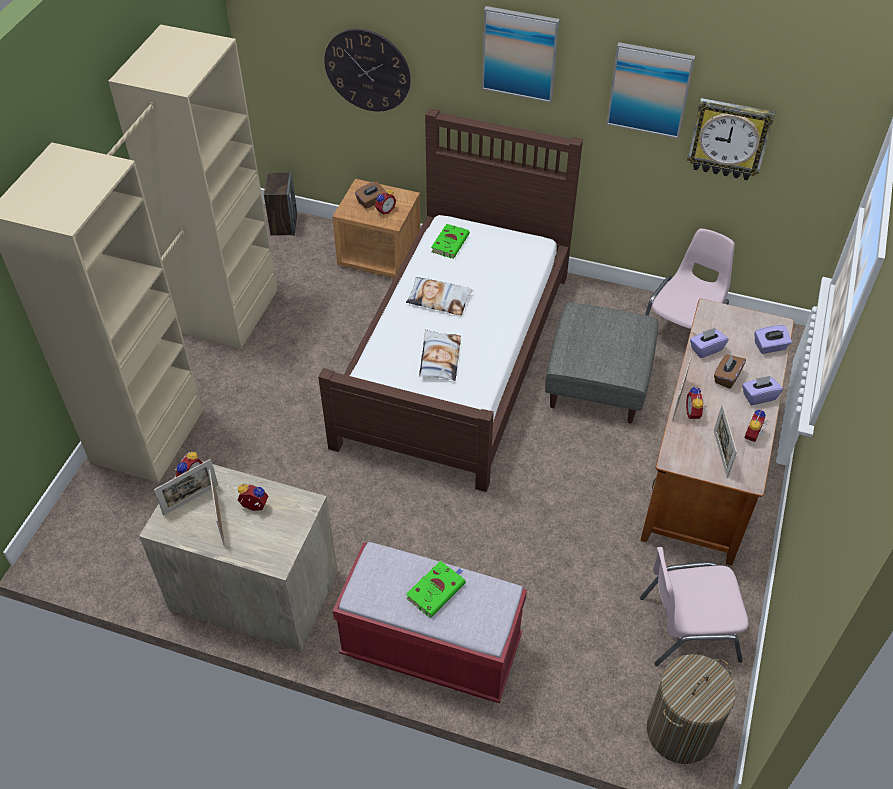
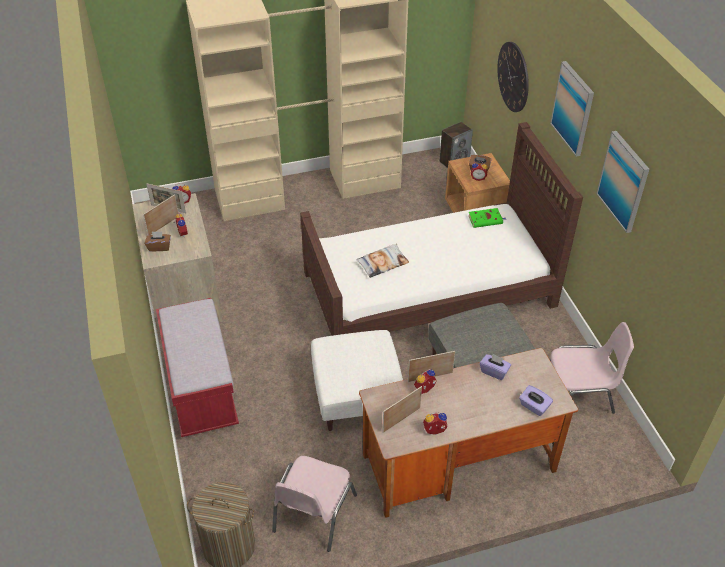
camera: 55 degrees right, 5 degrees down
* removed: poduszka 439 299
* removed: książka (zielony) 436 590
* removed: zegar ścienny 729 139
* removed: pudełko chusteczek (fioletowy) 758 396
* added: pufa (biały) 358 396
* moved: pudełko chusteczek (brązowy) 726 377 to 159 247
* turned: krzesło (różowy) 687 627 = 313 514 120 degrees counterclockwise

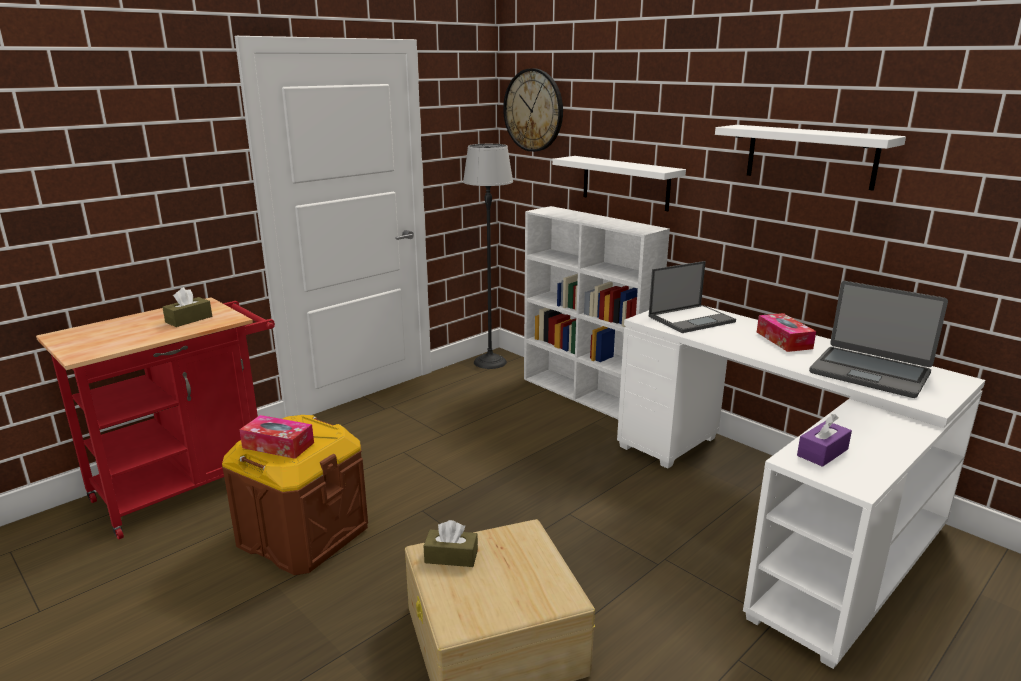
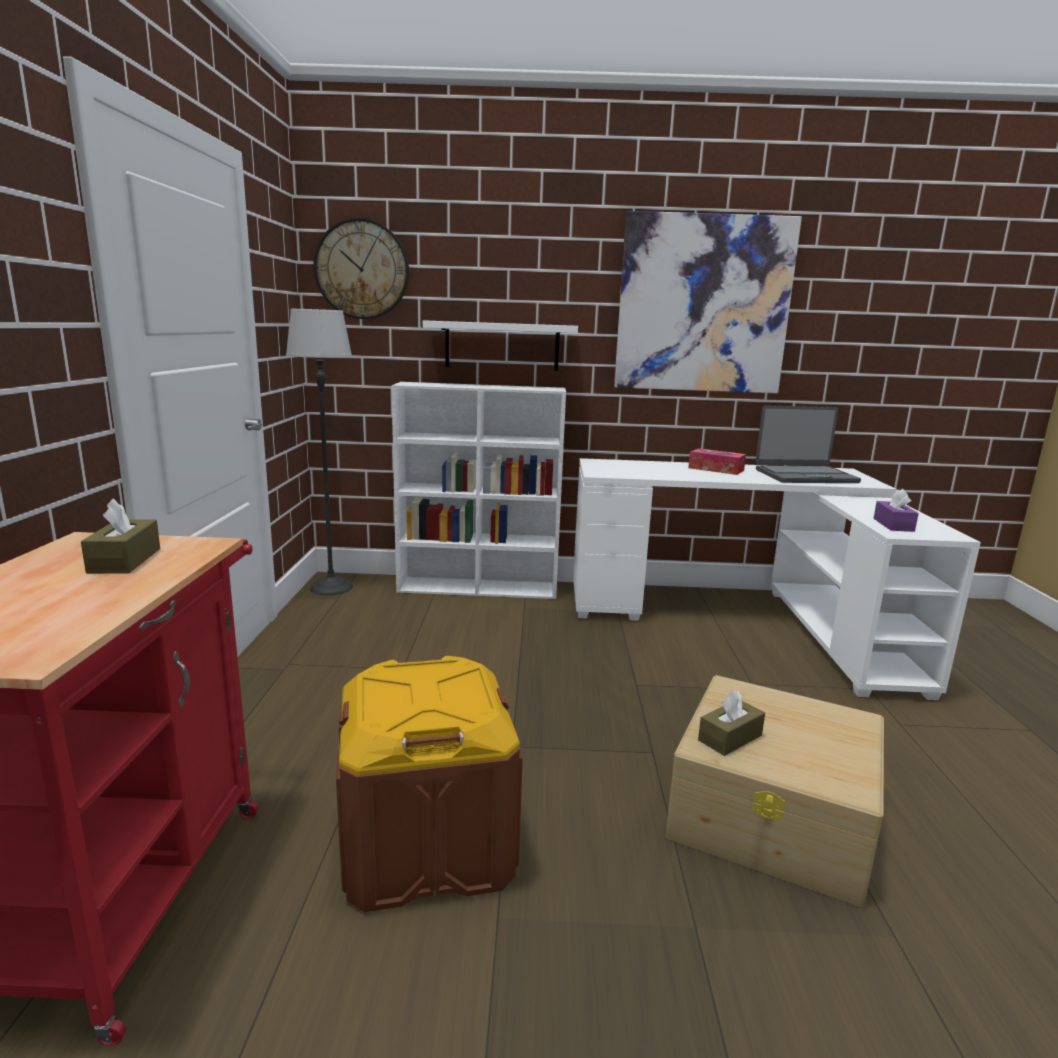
camera: 45 degrees left, 5 degrees down
* removed: pudełko chusteczek 278 445
* removed: laptop 692 319
* replaced: półka (biały) 810 156 to obraz 703 305

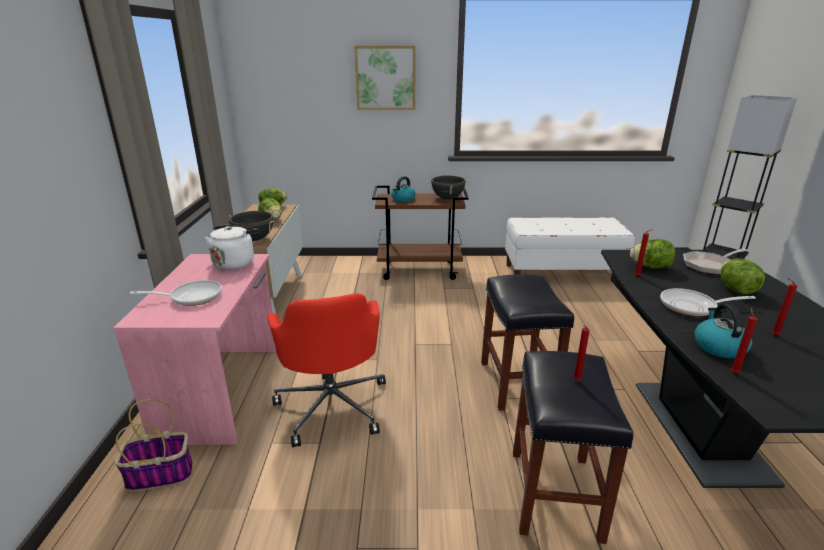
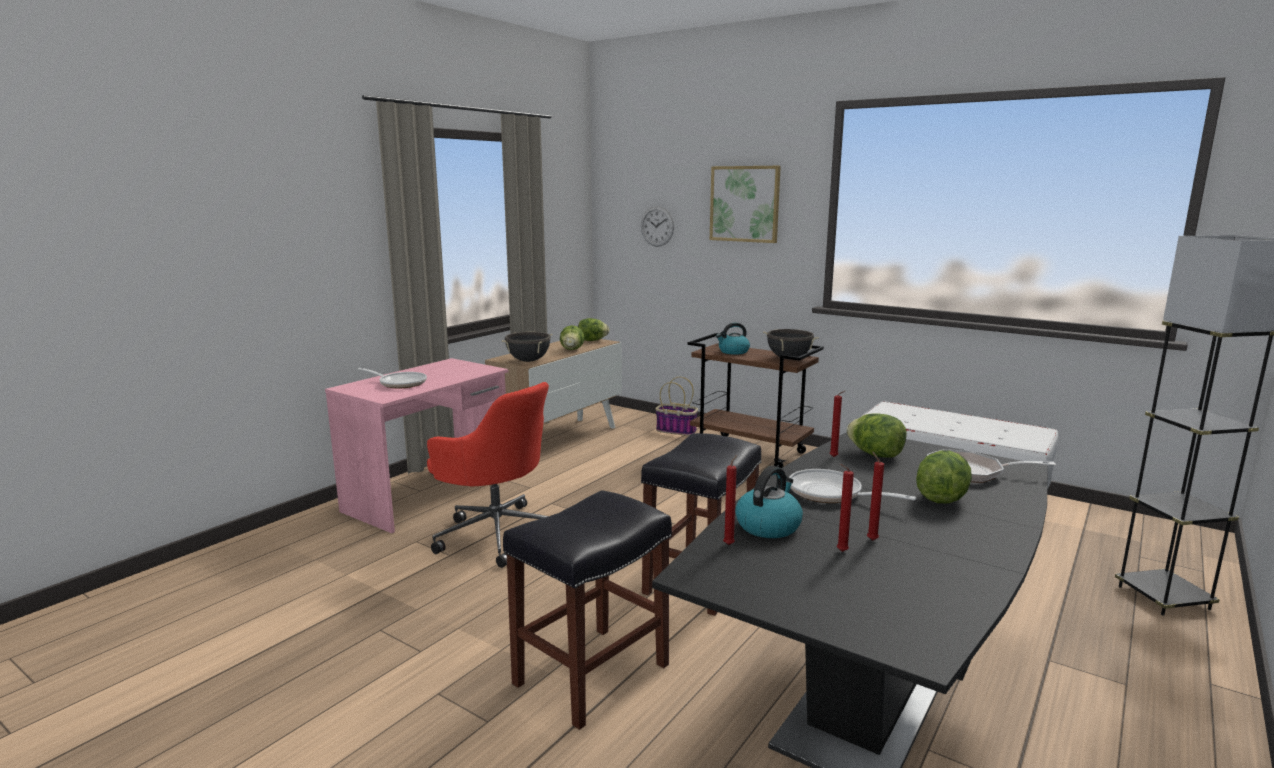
camera: 35 degrees right, 10 degrees down
* removed: czajnik (biały) 235 263
* added: zegar ścienny 657 226
* moved: koszyk 161 474 to 677 430
* moved: świeca (czerwony) 576 381 to 840 551
* turned: krzesło biurowe (czerwony) 332 405 = 497 534 75 degrees counterclockwise

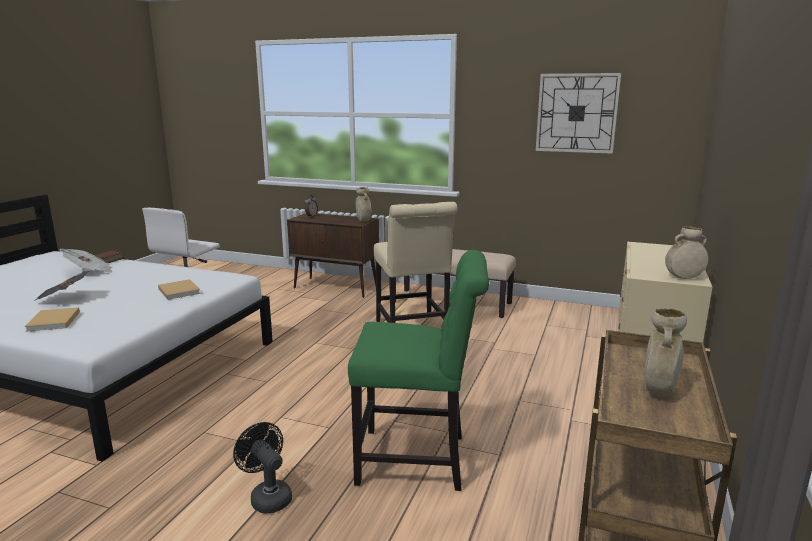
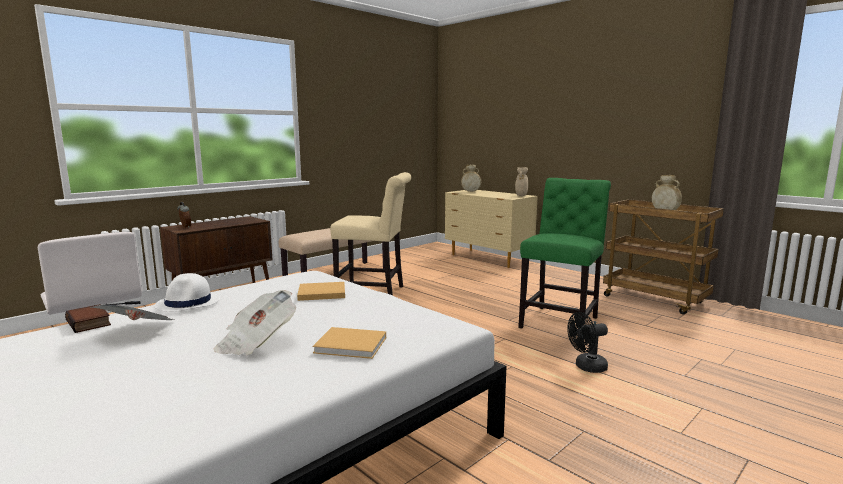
camera: 65 degrees left, 5 degrees down
* removed: zegar ścienny 576 113
* added: kapelusz (biały) 188 303
* moved: wazon (beżowy) 363 221 to 470 191

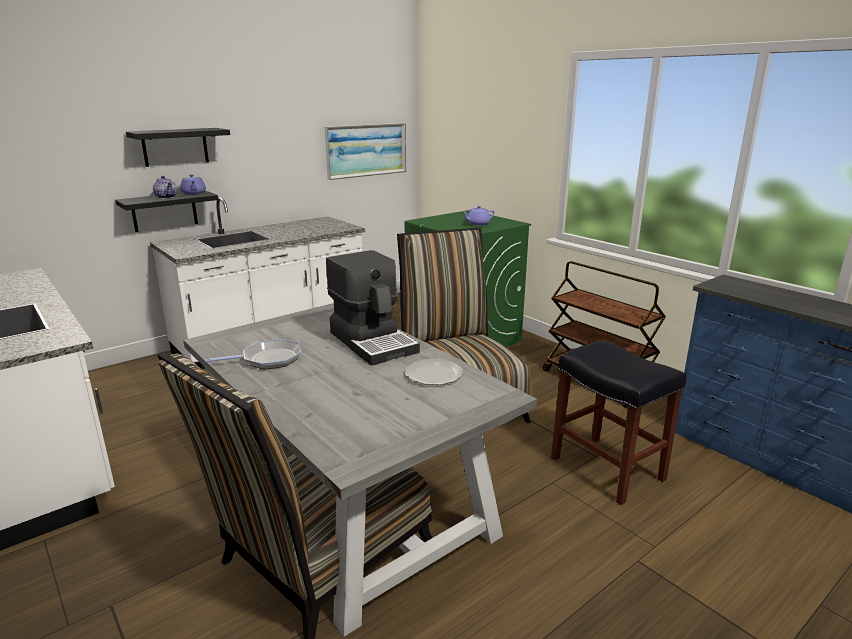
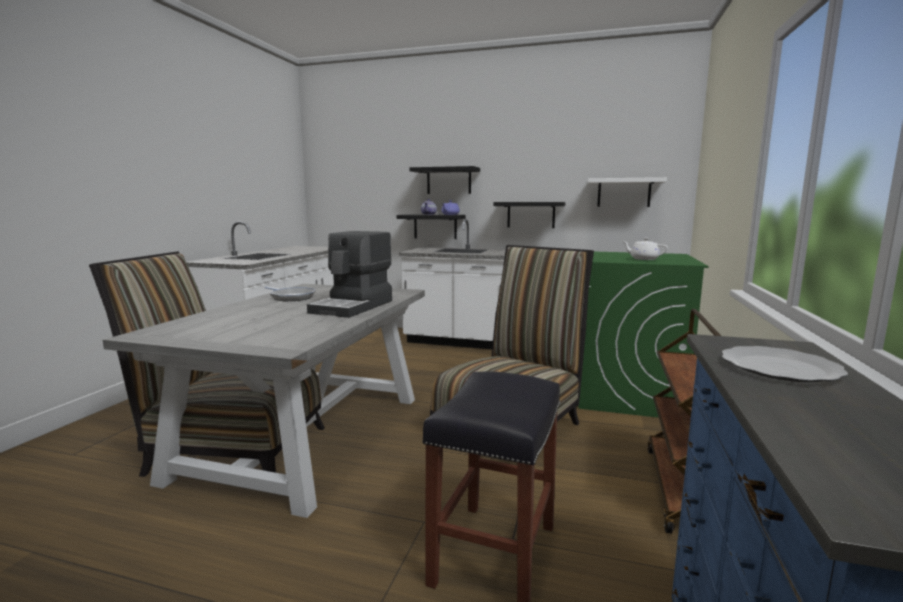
camera: 55 degrees right, 10 degrees down
* added: półka (czarny) 531 215
* moved: talerz 433 374 to 777 367
* replaced: obraz 366 150 to półka (biały) 624 193
* recoloured: imbryk (fioletowy) 477 224 to imbryk (biały) 643 259

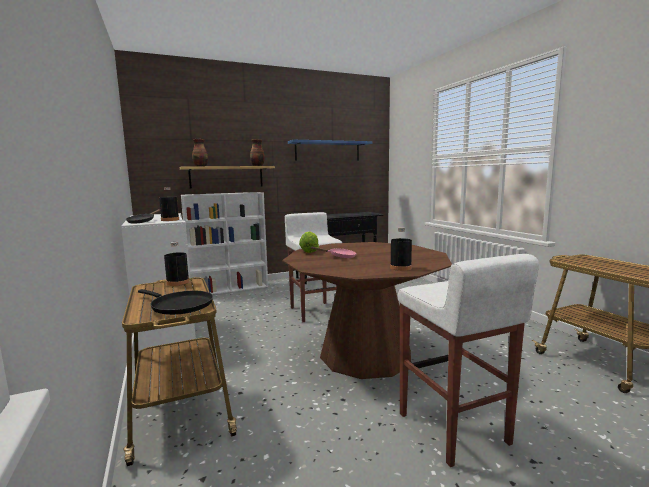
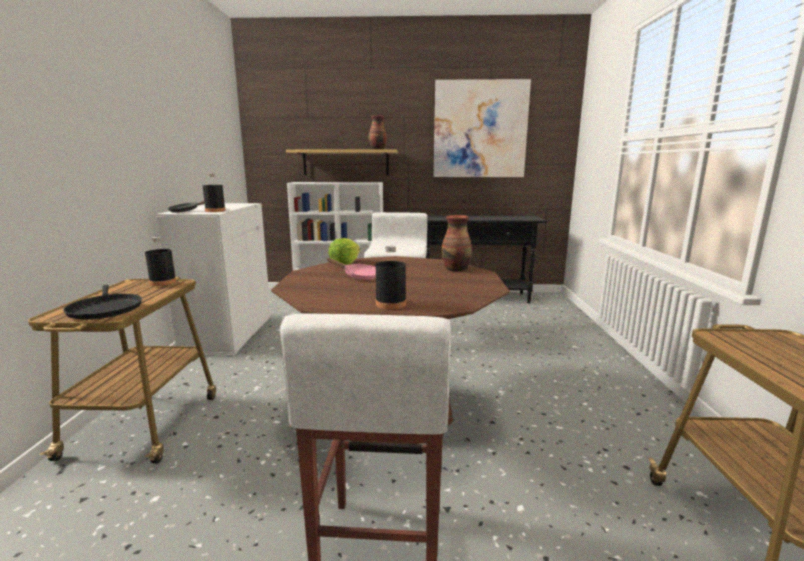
camera: 25 degrees right, 5 degrees up
* moved: wazon 201 166 to 456 269
* replaced: półka (niebieski) 327 151 to obraz 480 129

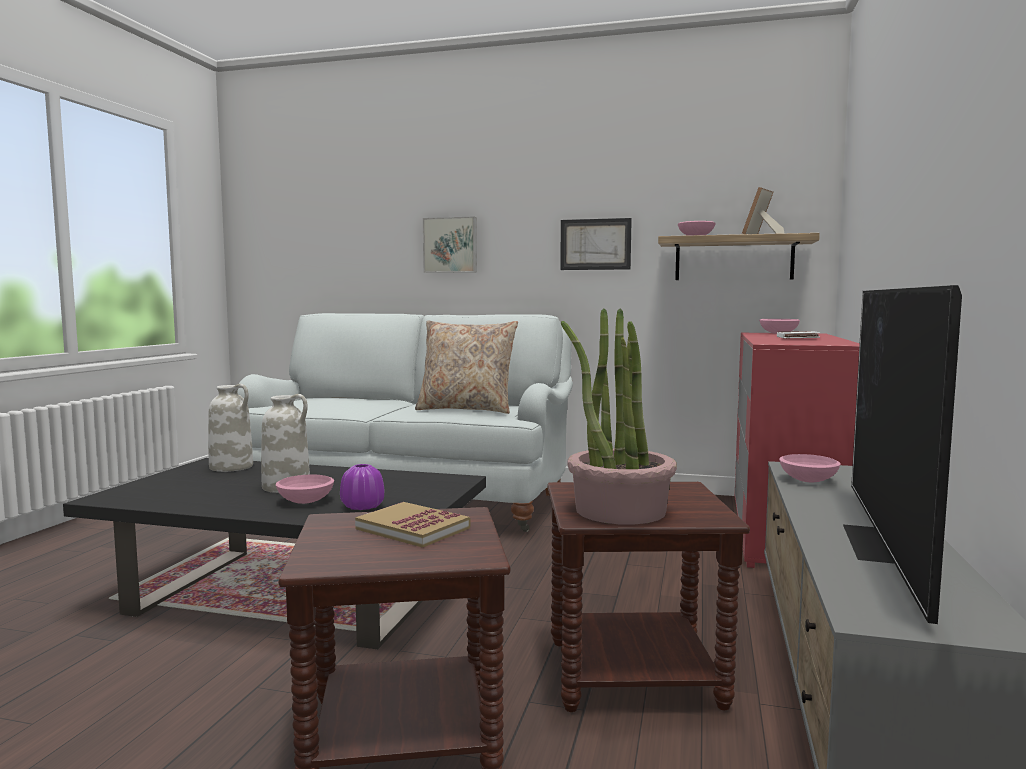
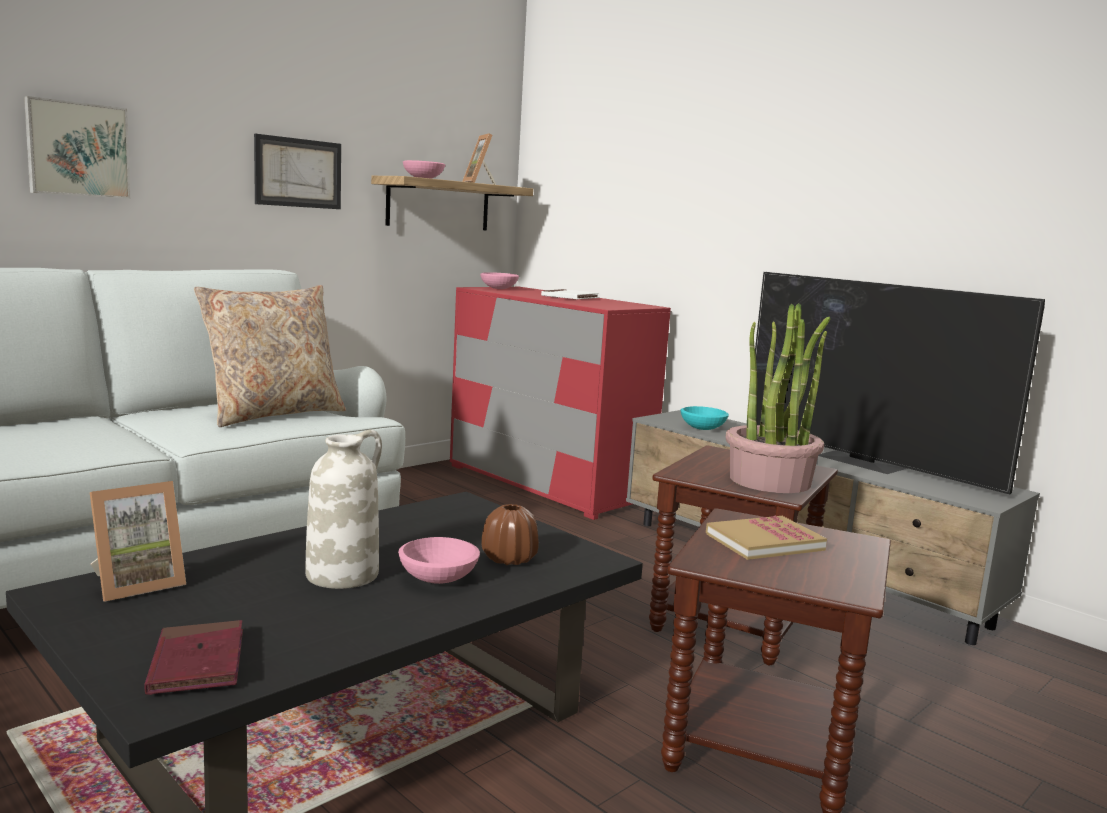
camera: 60 degrees left, 5 degrees up
* added: książka (czerwony) 197 663
* replaced: wazon (biały) 232 467 to ramka na zdjęcie 137 584
* recoloured: wazon (fioletowy) 362 507 to wazon (brązowy) 509 559
* recoloured: miska (różowy) 807 480 to miska (turkusowy) 702 428

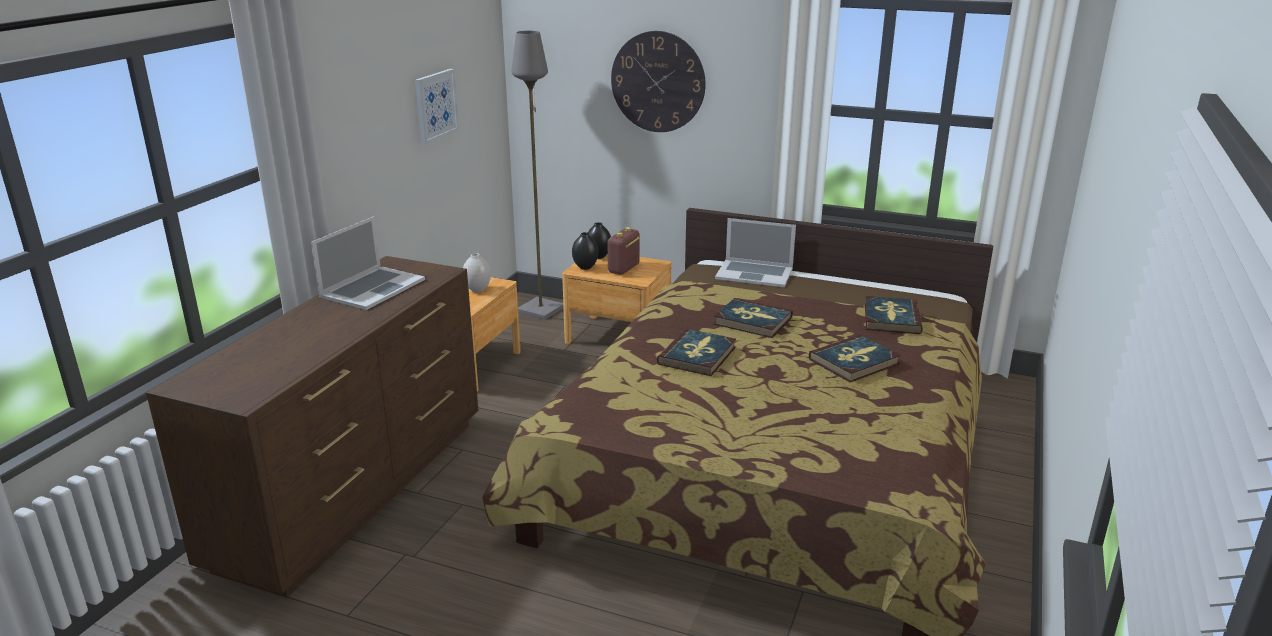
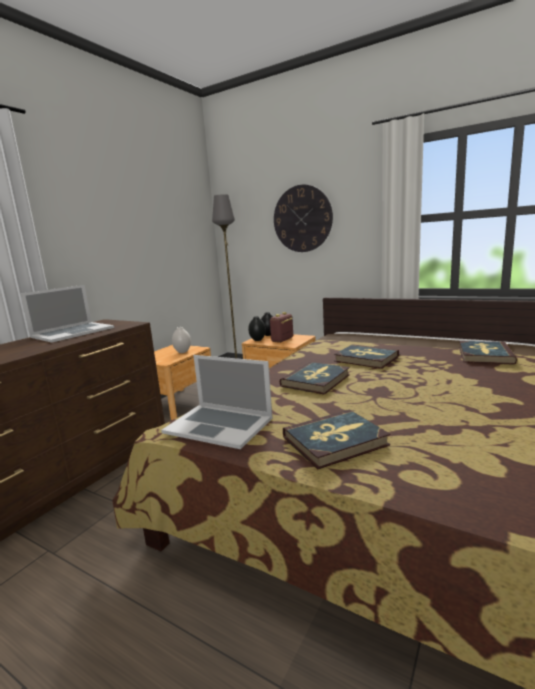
camera: 10 degrees right, 10 degrees down
* removed: obraz 435 106
* moved: laptop 754 273 to 219 425
* moved: książka 854 362 to 335 441

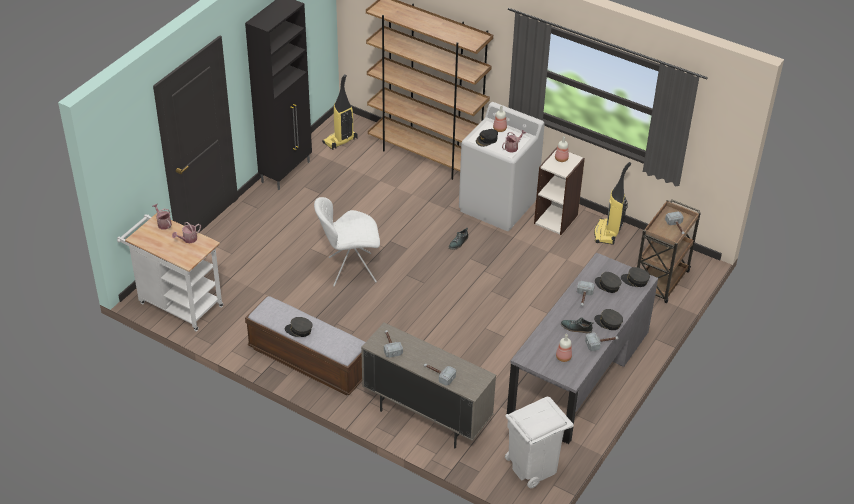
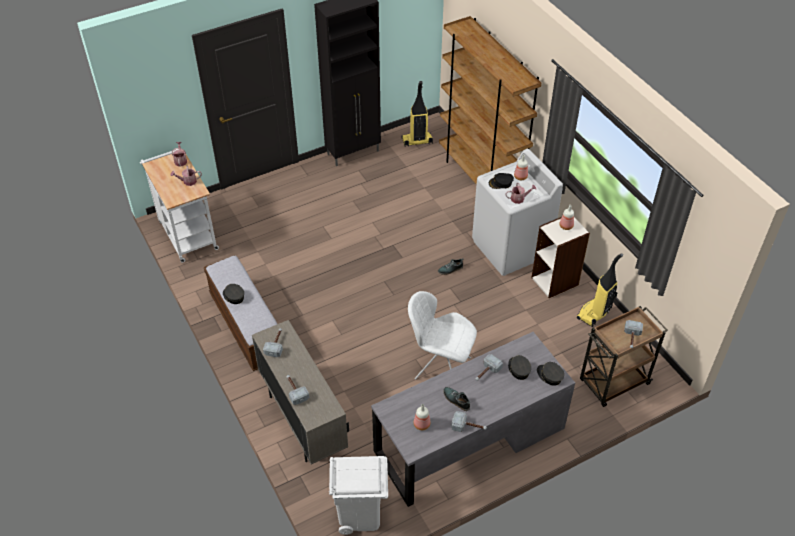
camera: 30 degrees right, 5 degrees up
* removed: czapka z daszkiem (szary) 608 323
* moved: krzesło (biały) 350 270 to 440 367

